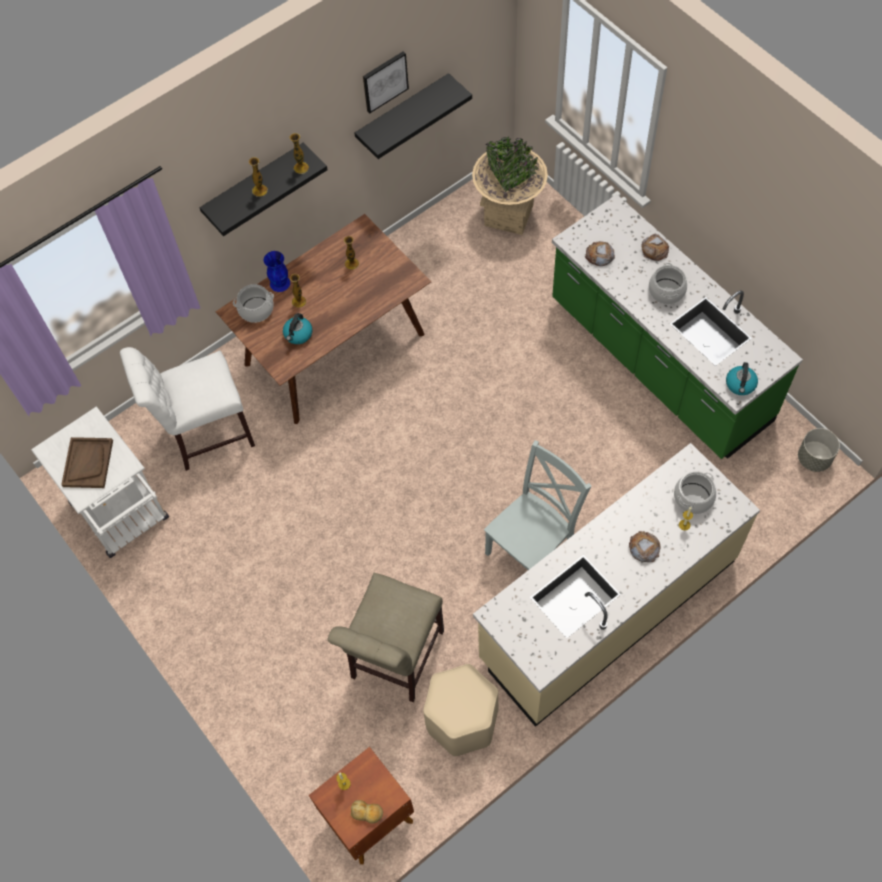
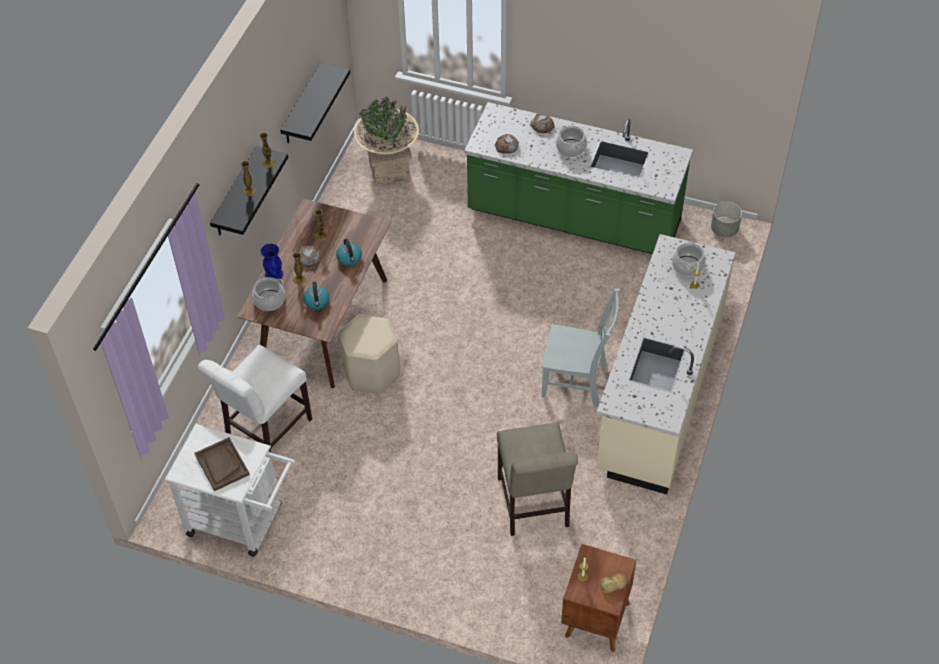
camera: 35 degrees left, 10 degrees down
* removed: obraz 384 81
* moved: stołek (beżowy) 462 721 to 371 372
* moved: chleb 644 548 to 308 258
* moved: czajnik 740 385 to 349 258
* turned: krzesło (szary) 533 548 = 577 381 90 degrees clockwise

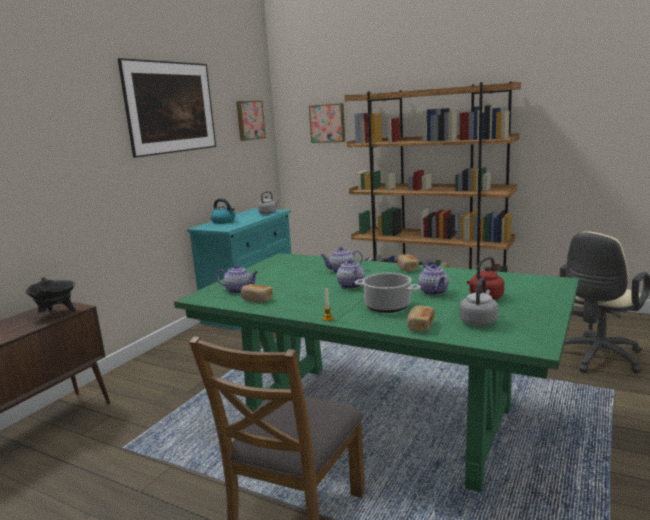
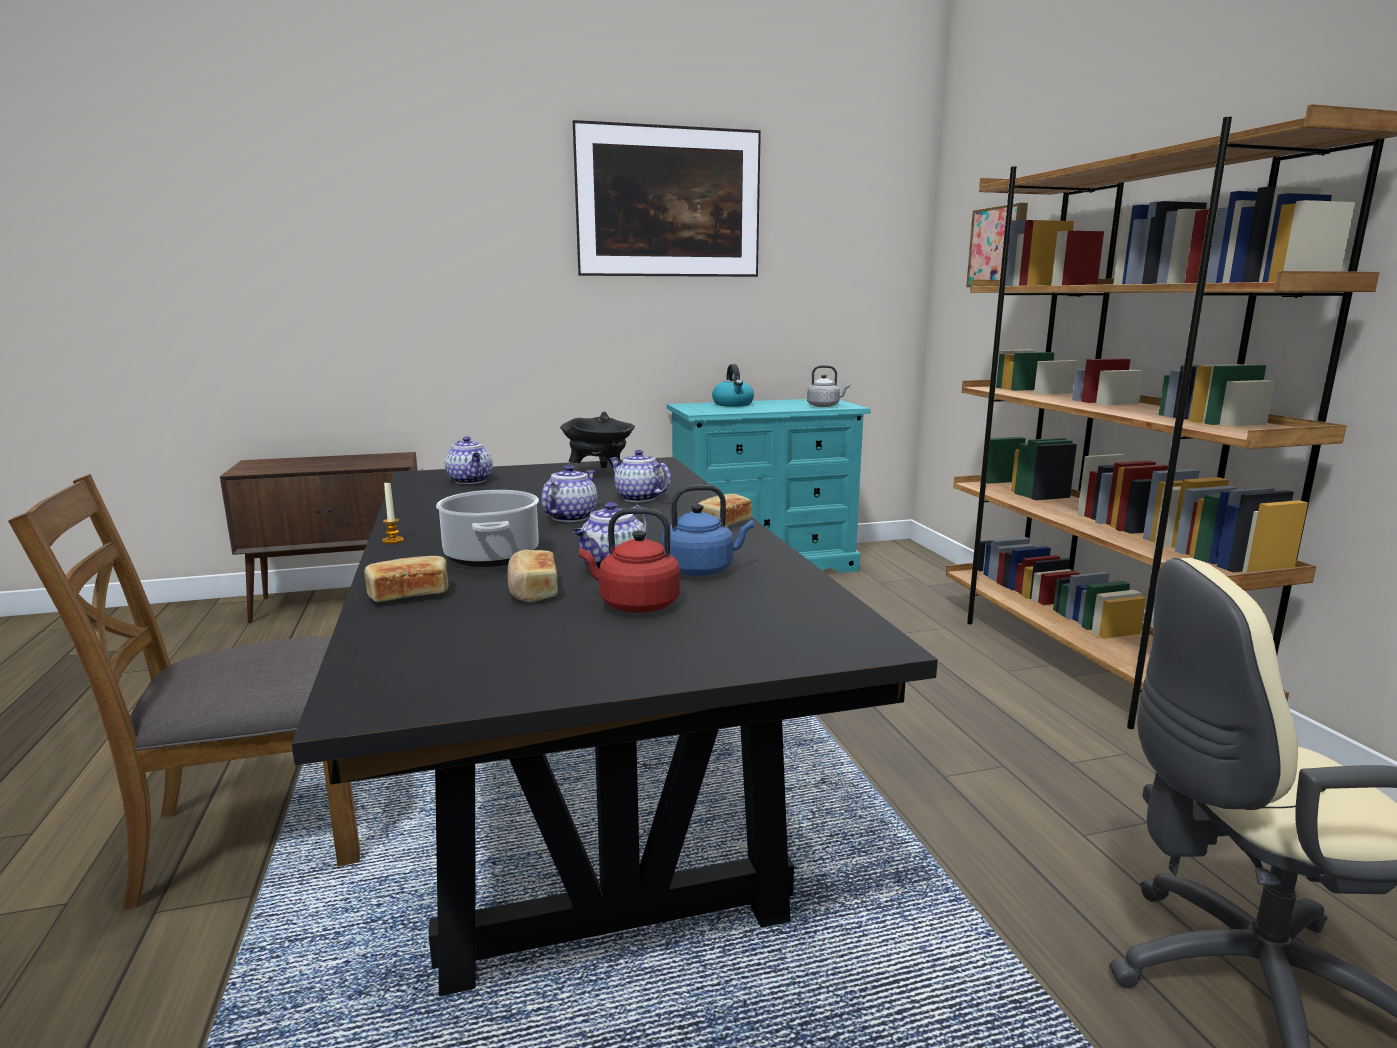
camera: 45 degrees right, 0 degrees up
* removed: obraz 249 120
* removed: czajnik (szary) 479 321
* added: czajnik (niebieski) 702 570
* moved: garnek (czarny) 56 314 to 600 474
* moved: chleb 257 299 to 532 591
* recoloured: stół jadalny (zielony) 381 418 to stół jadalny (czarny) 584 791

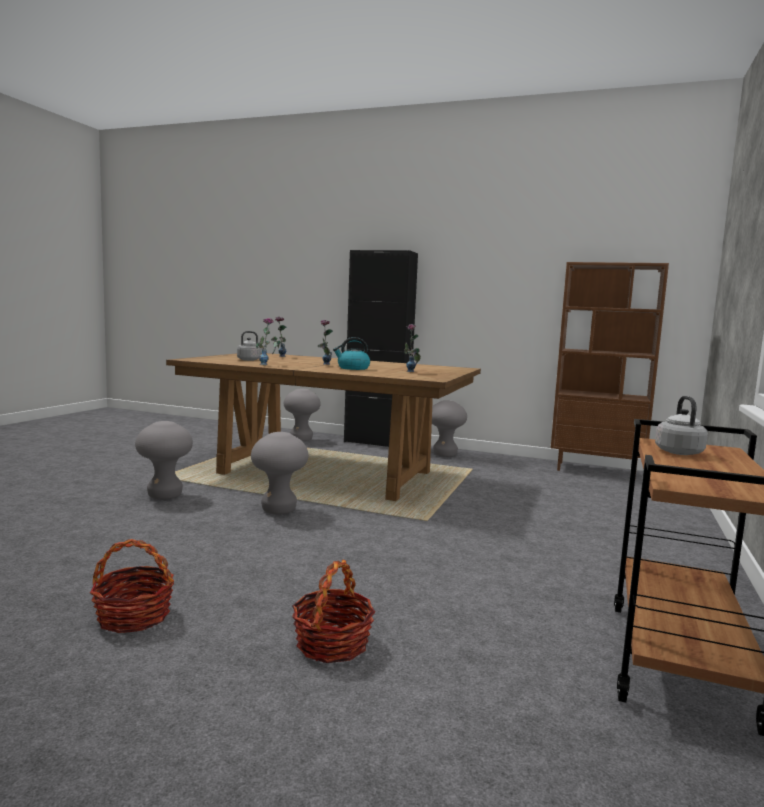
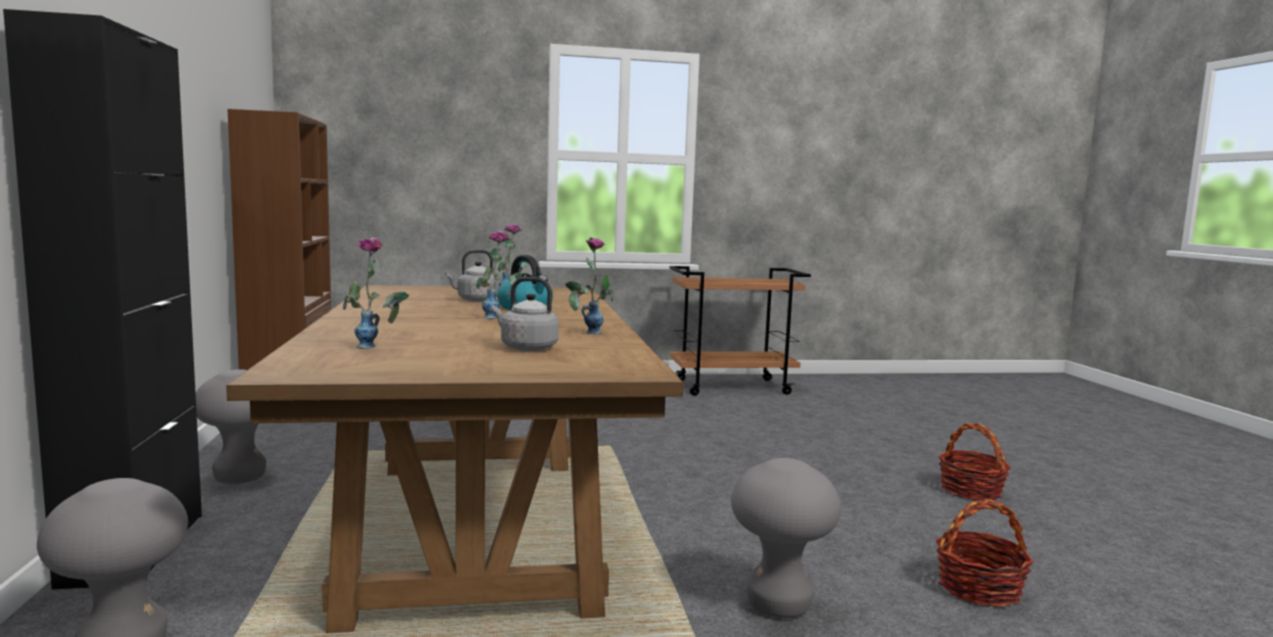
camera: 120 degrees left, 0 degrees up
* removed: stołek (szary) 279 510
* moved: koszyk 332 644 to 979 589
* moved: czajnik (szary) 678 451 to 475 300

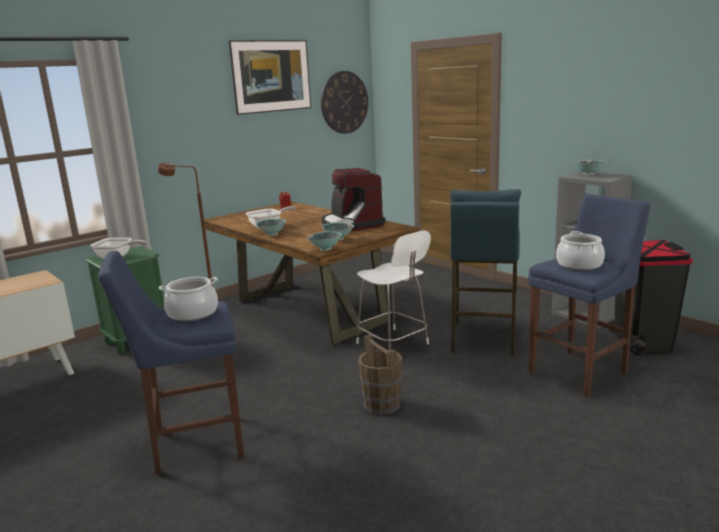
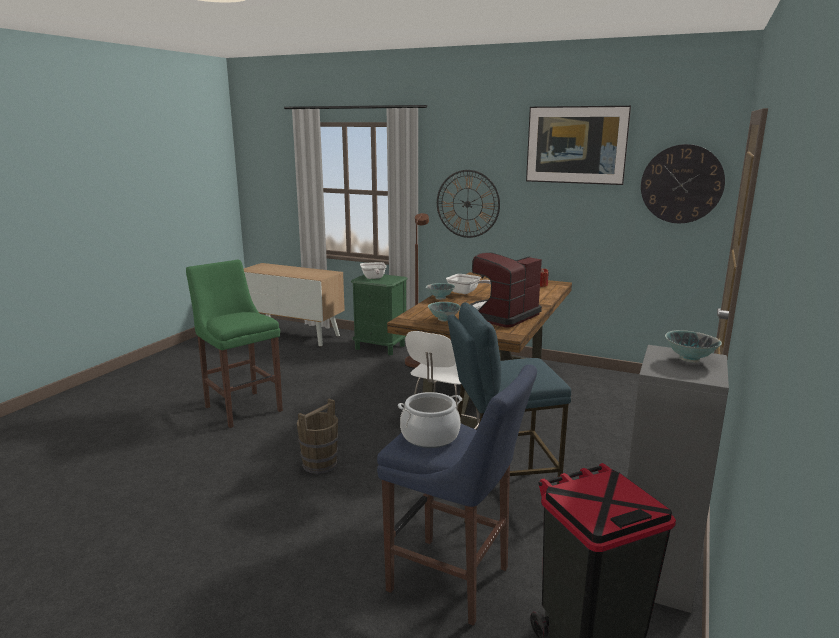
camera: 65 degrees right, 0 degrees up
* removed: garnek 192 314
* removed: miska 325 249
* added: zegar ścienny 467 204
* recoloured: stołek (niebieski) 193 444 to stołek (zielony) 242 407

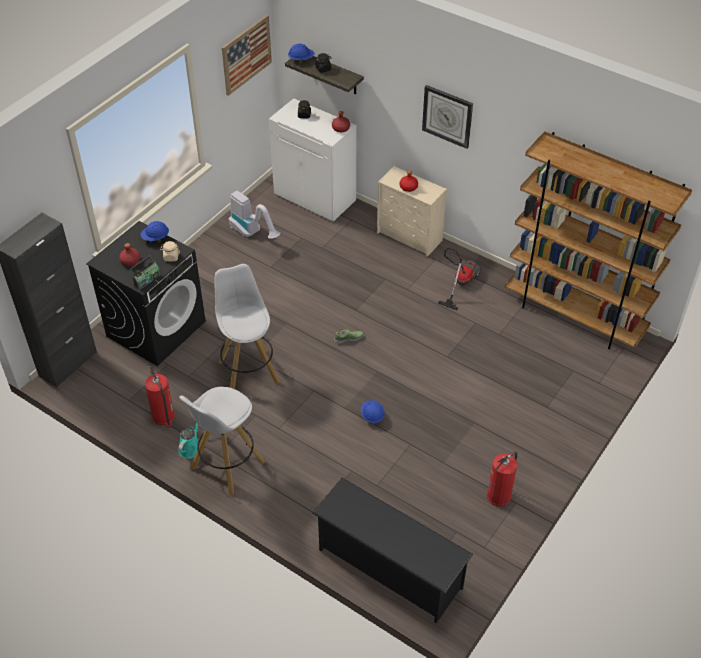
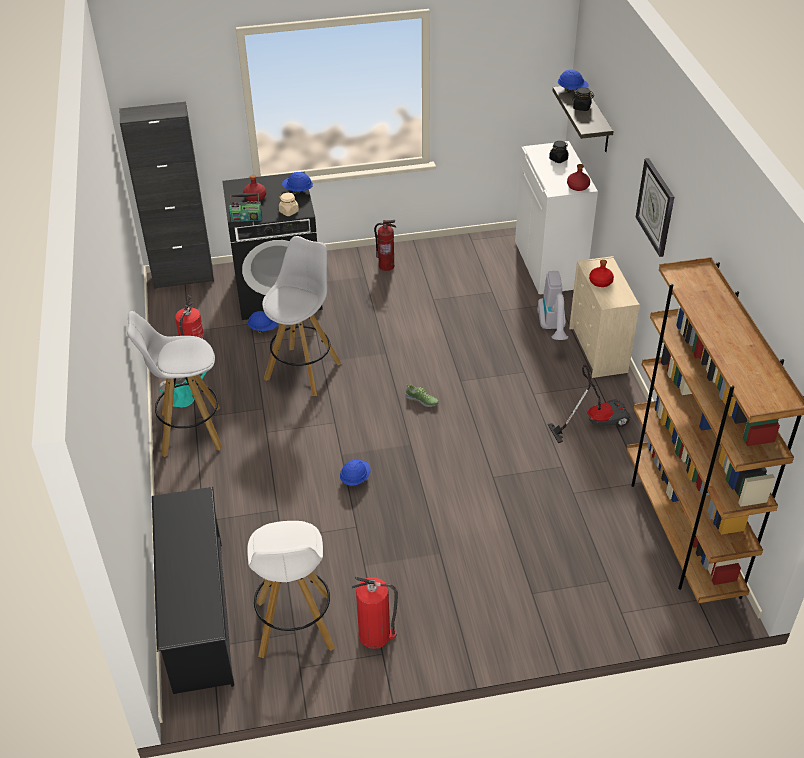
camera: 45 degrees right, 5 degrees down
* removed: obraz 246 54
* added: stołek (biały) 295 627
* added: kask (niebieski) 264 329
* added: gaśnica 386 266
* moved: odkurzacz 253 233 to 553 328

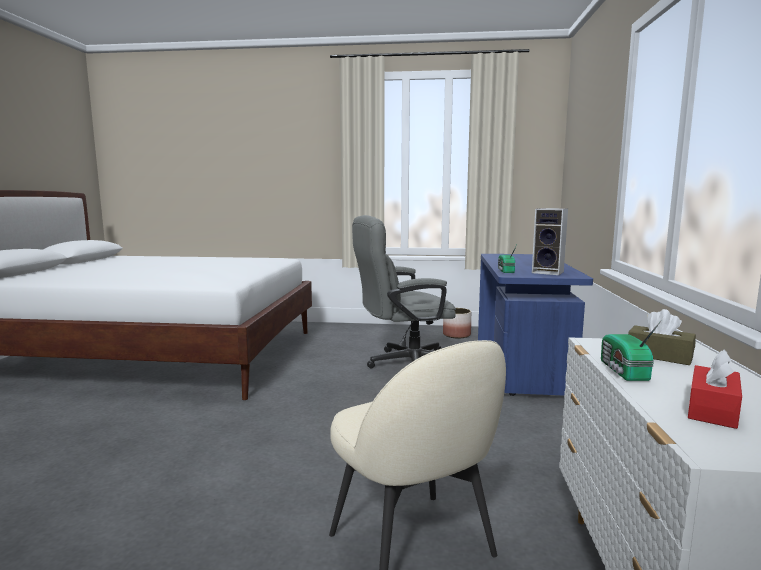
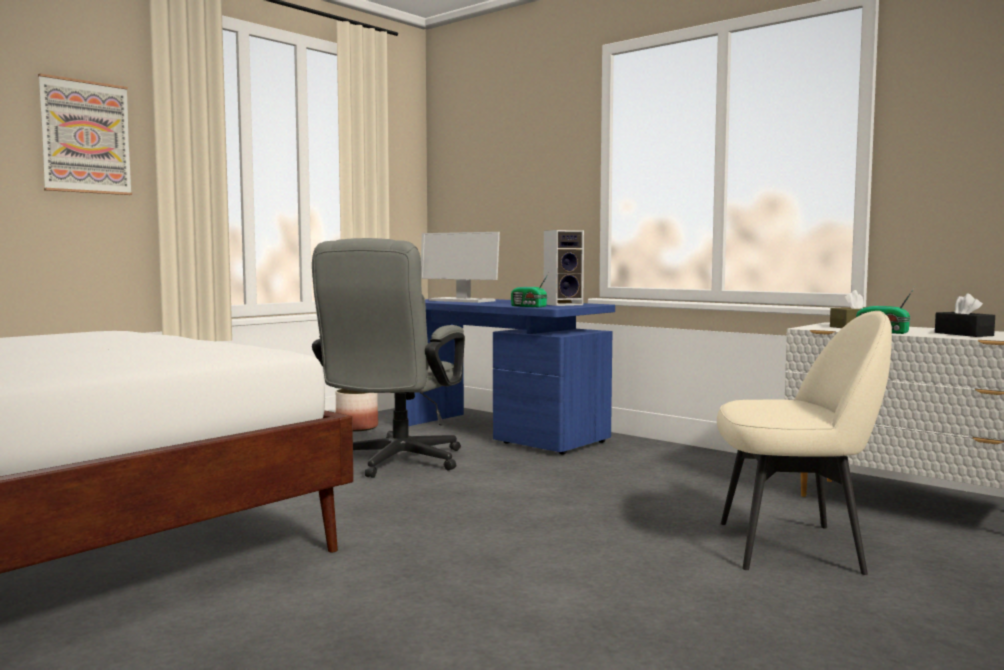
camera: 55 degrees left, 5 degrees down
* added: obraz 85 137
* added: monitor 461 301
* recoloured: pudełko chusteczek (czerwony) 712 410 to pudełko chusteczek (czarny) 963 334

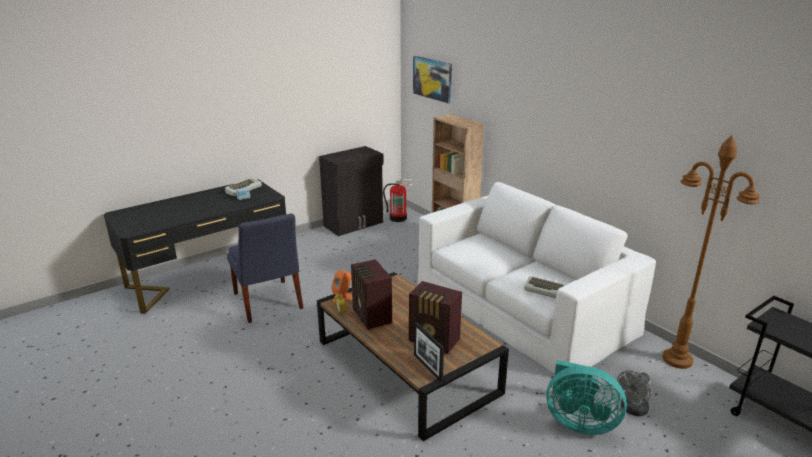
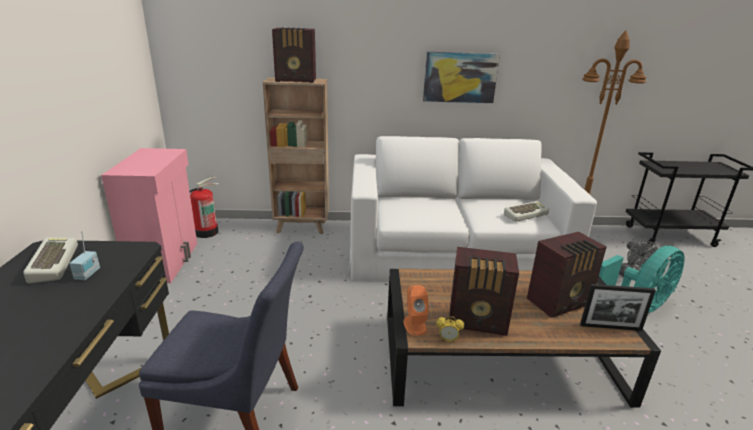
camera: 55 degrees left, 0 degrees up
* added: radio 296 80
* moved: obraz 432 79 to 460 77
* recoloured: szafka (czarny) 354 224 to szafka (różowy) 166 261

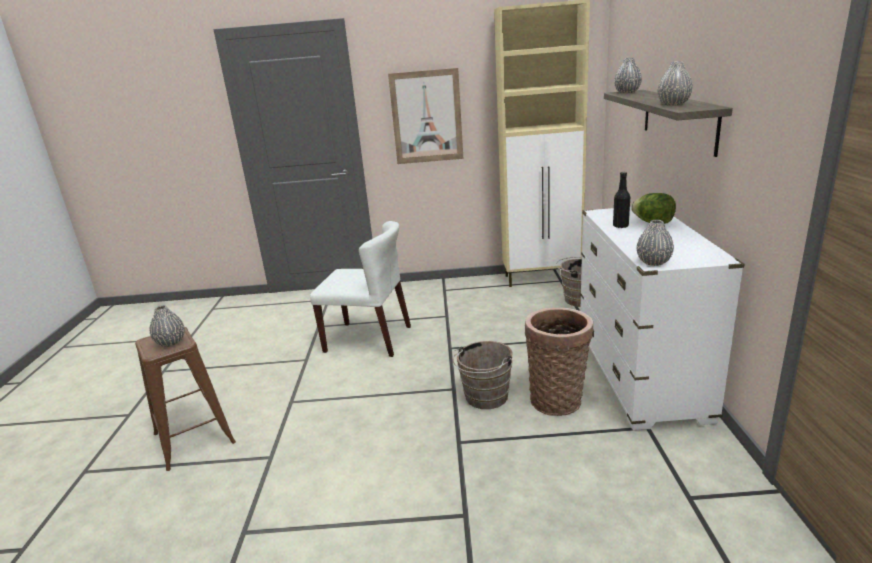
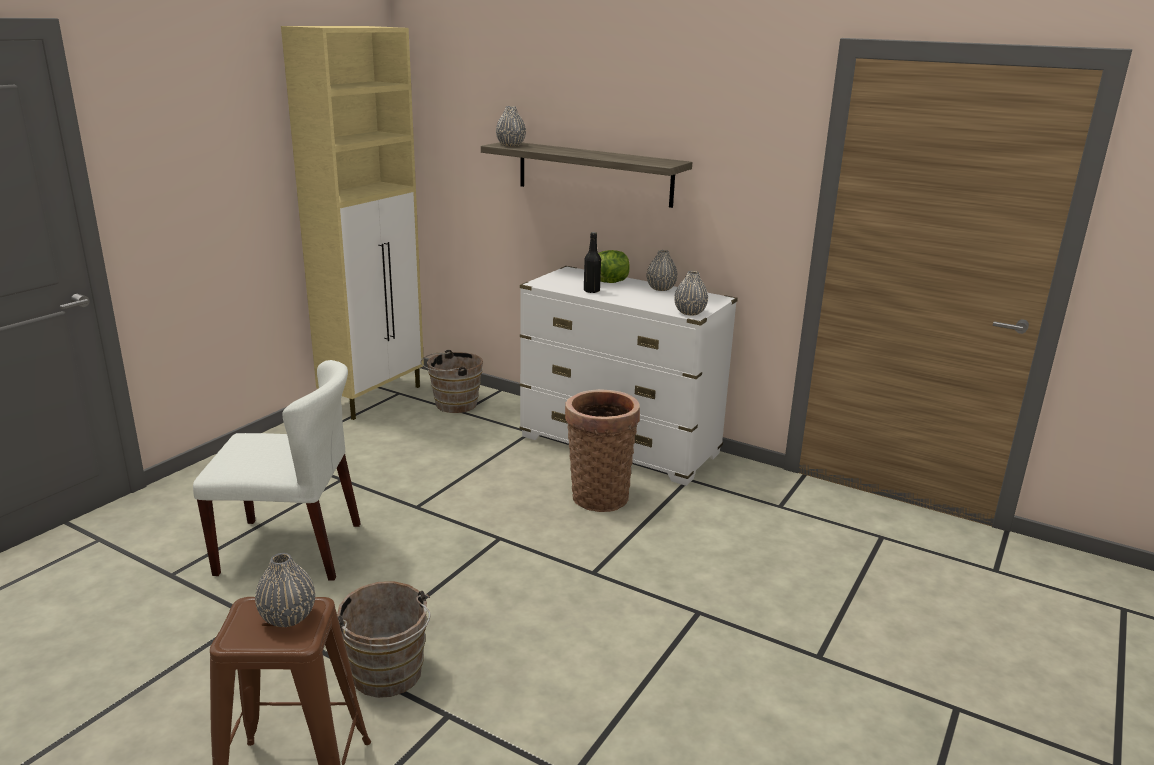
camera: 60 degrees left, 0 degrees up
* removed: obraz 426 117
* moved: wiadro (brązowy) 484 398 to 388 677
* moved: wazon (szary) 673 104 to 661 288
* turned: krzesło (biały) 369 339 = 291 548 45 degrees clockwise

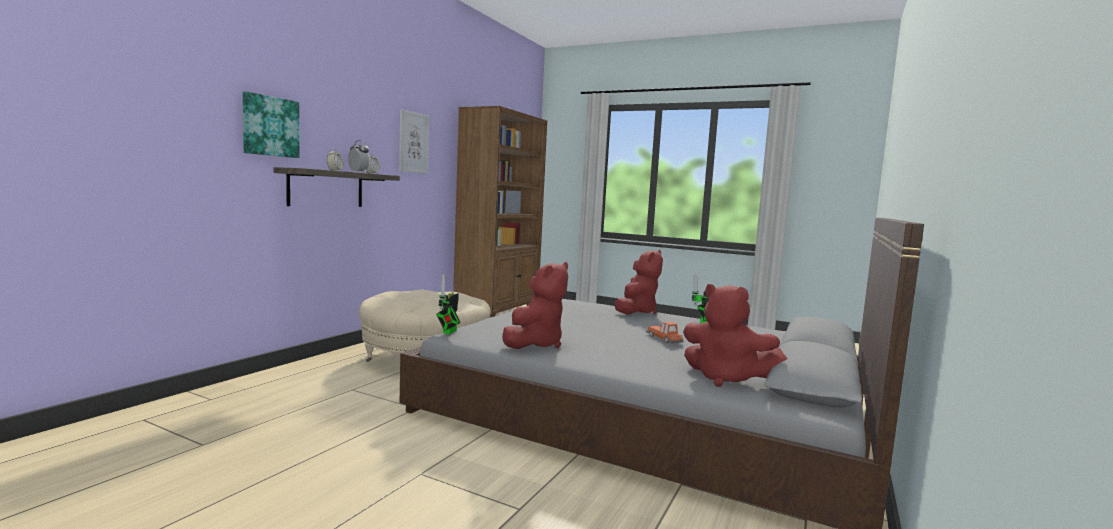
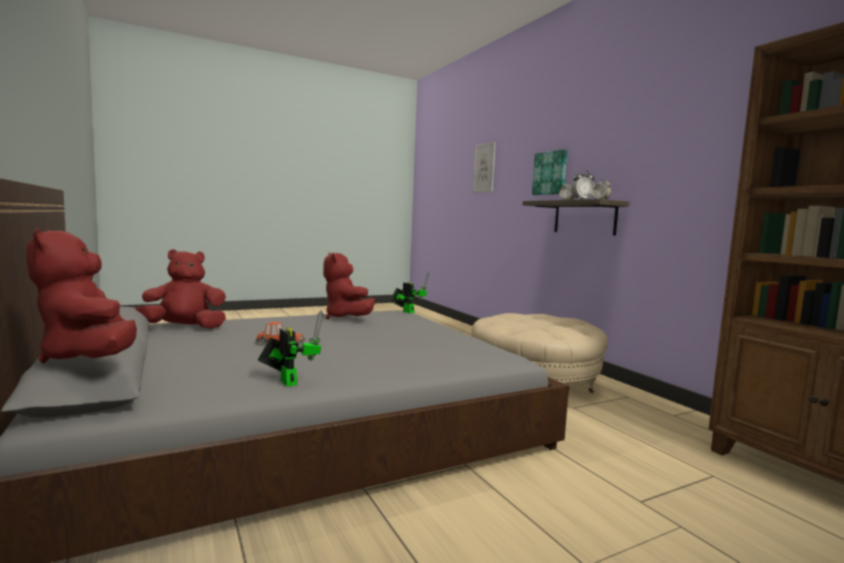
camera: 125 degrees right, 0 degrees up
* moved: obraz 413 142 to 484 168
* moved: pluszak (czerwony) 636 311 to 90 358

